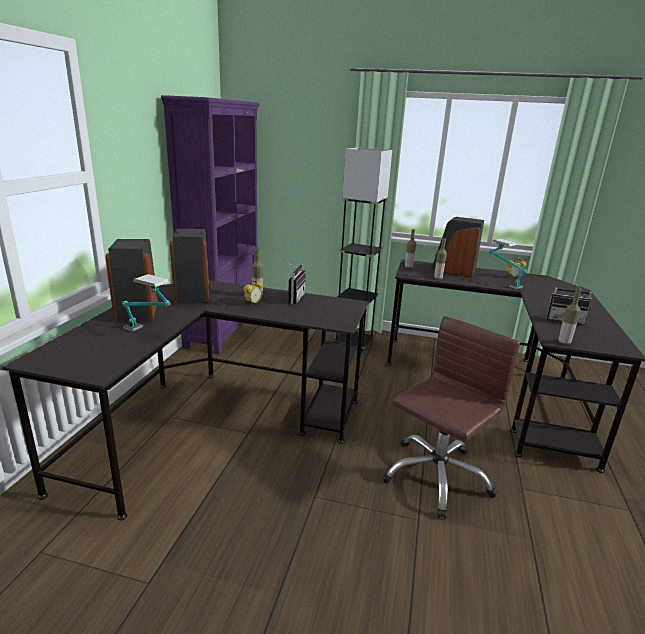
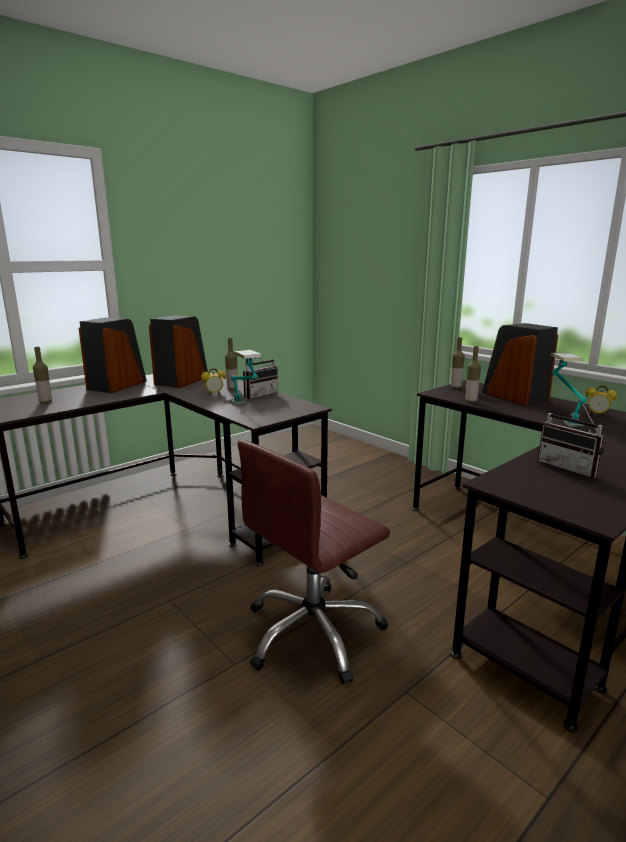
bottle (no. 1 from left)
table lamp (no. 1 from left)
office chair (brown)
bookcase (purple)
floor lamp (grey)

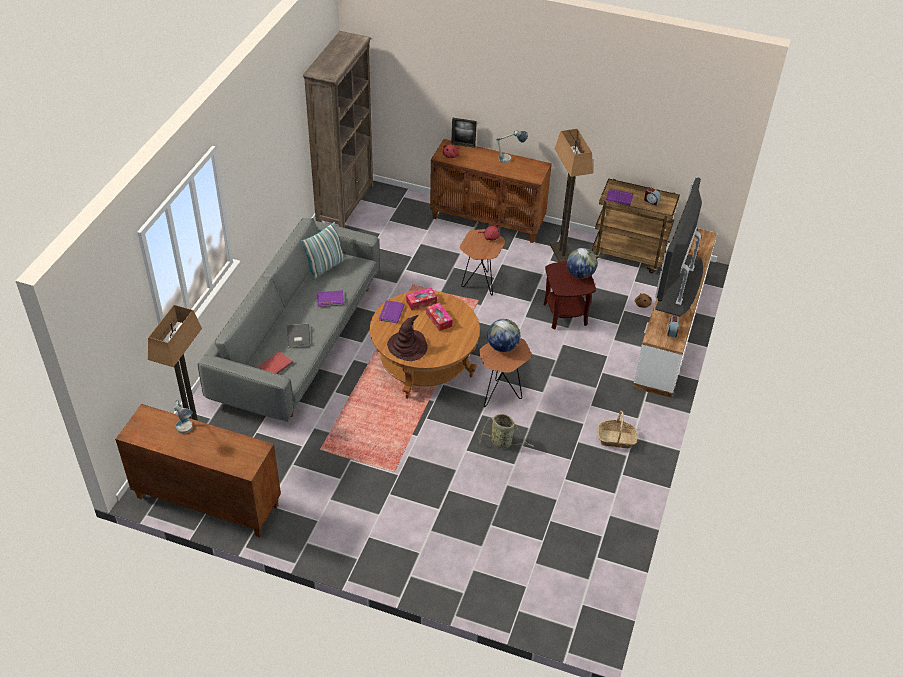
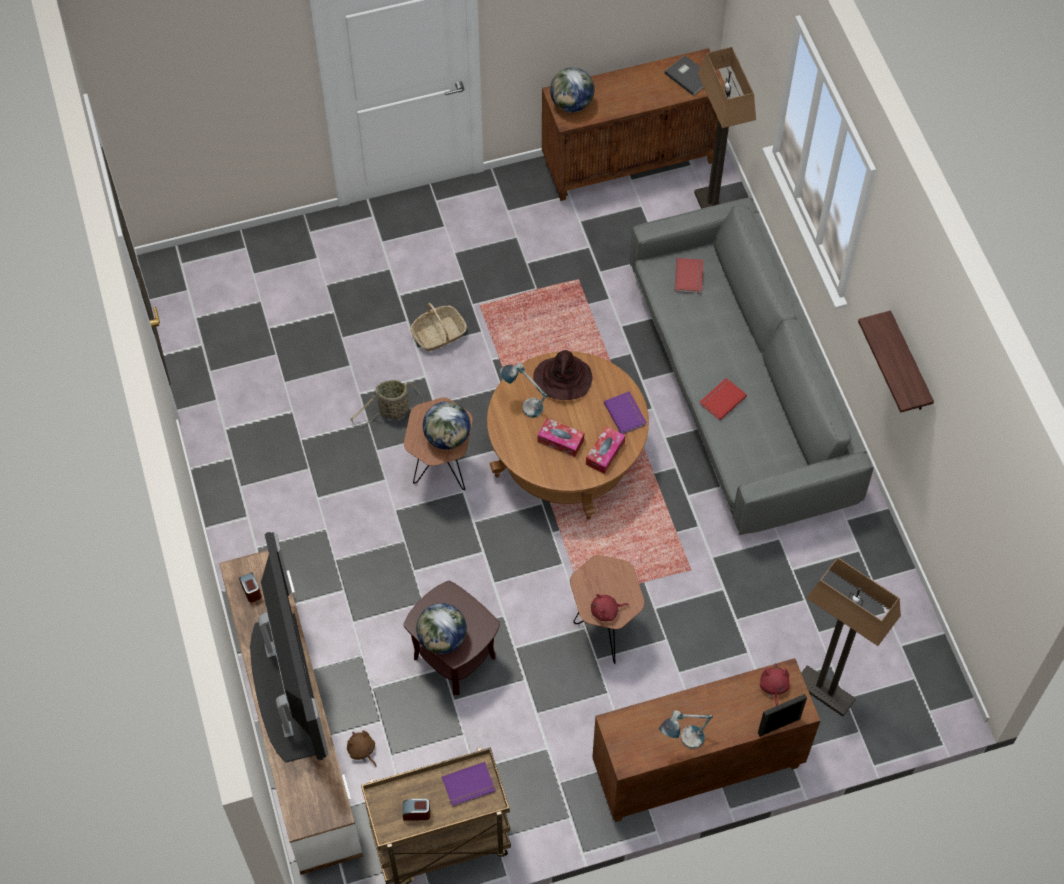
basket (no. 2 from left)
table lamp (no. 1 from left)
globe (no. 3 from left)
book (grey)
book (red) (no. 2 from left)
floor lamp (no. 2 from left)
shelf
pillow
bookcase (brown)

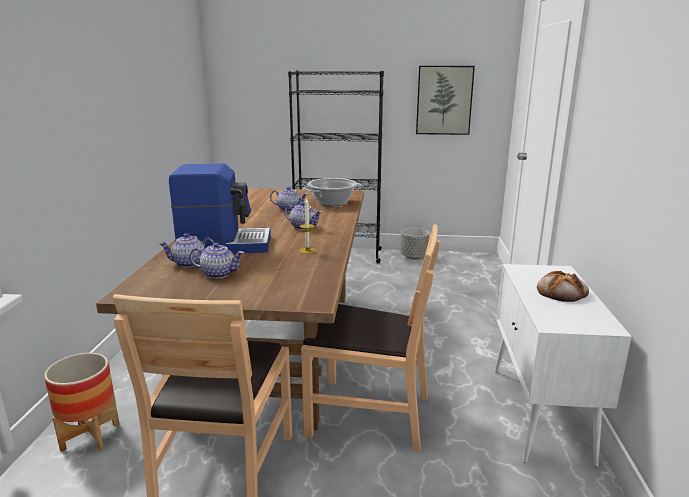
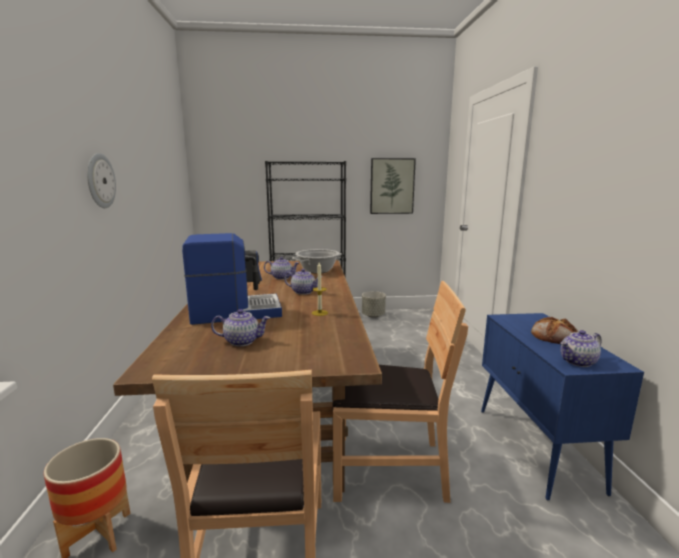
wall clock
cabinet (blue)
teapot (no. 4 from left)

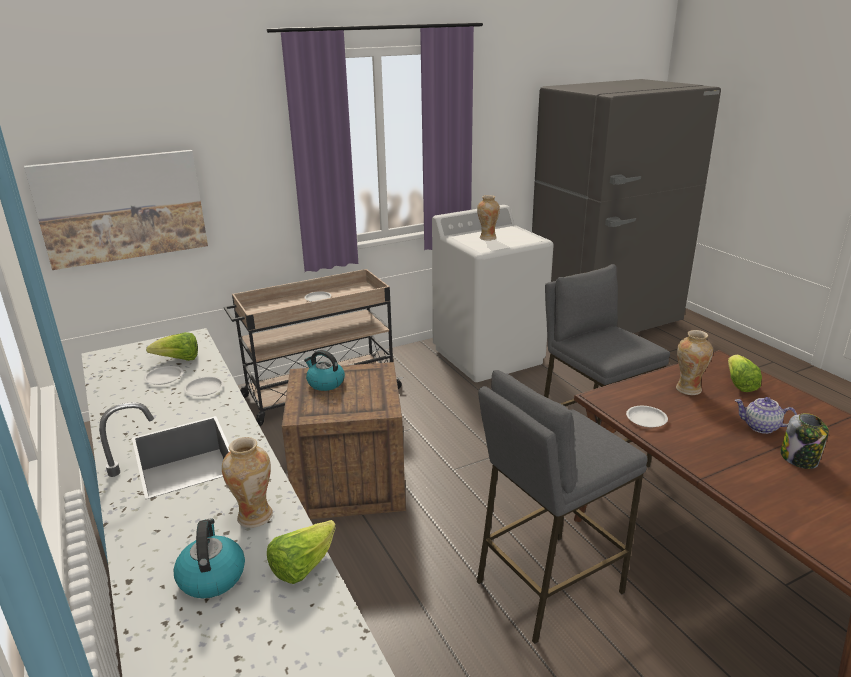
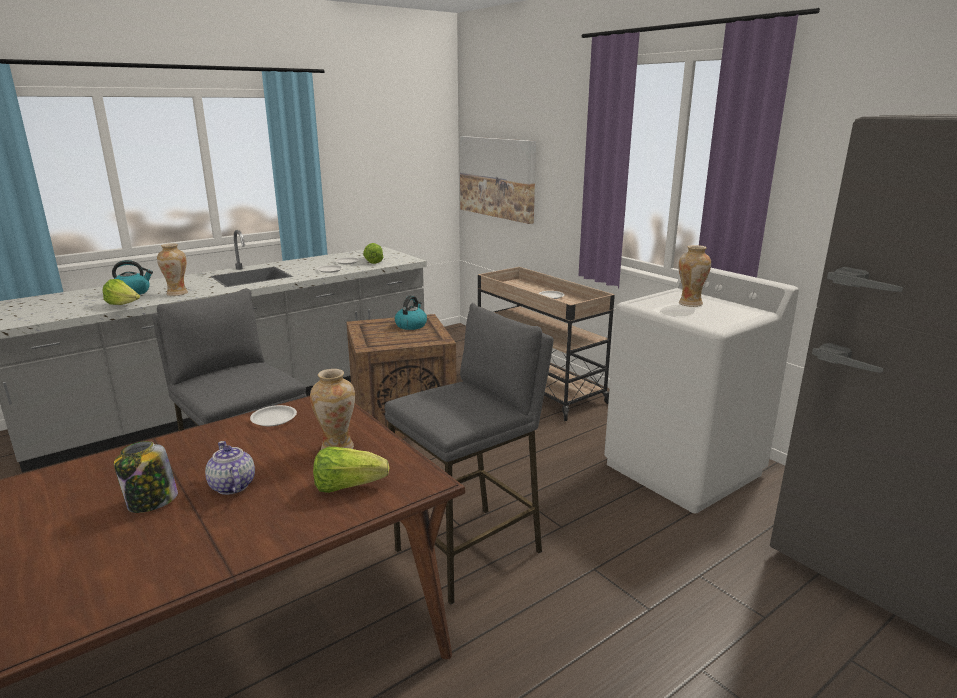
teapot

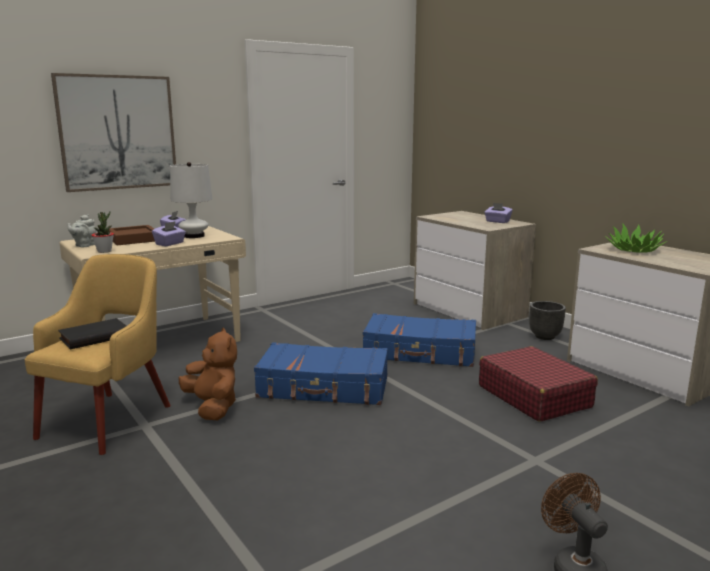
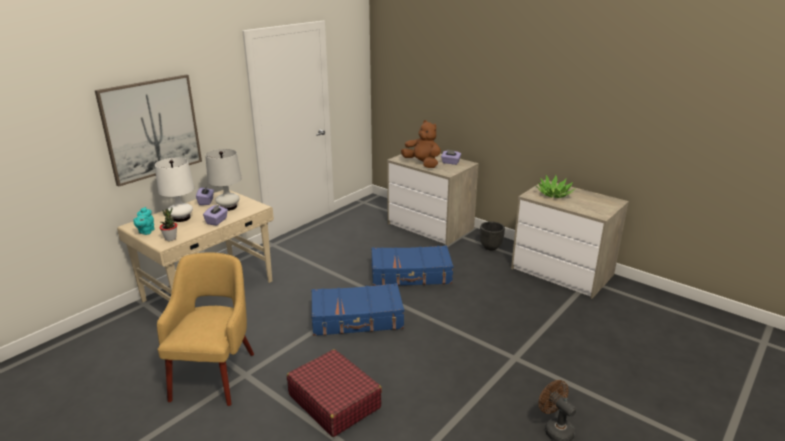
teapot (turquoise)
table lamp (white) (no. 1 from left)
suitcase (red)
plush toy (brown)
book (black)

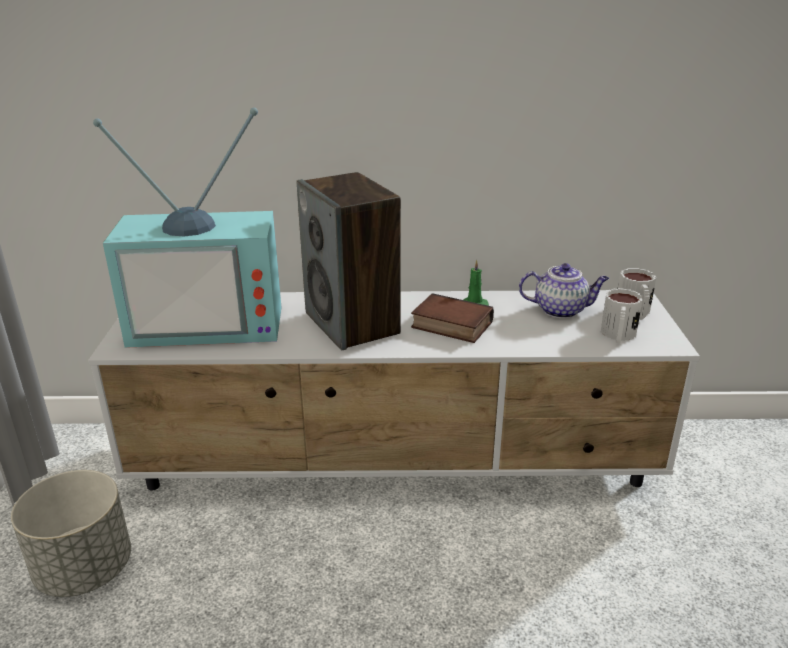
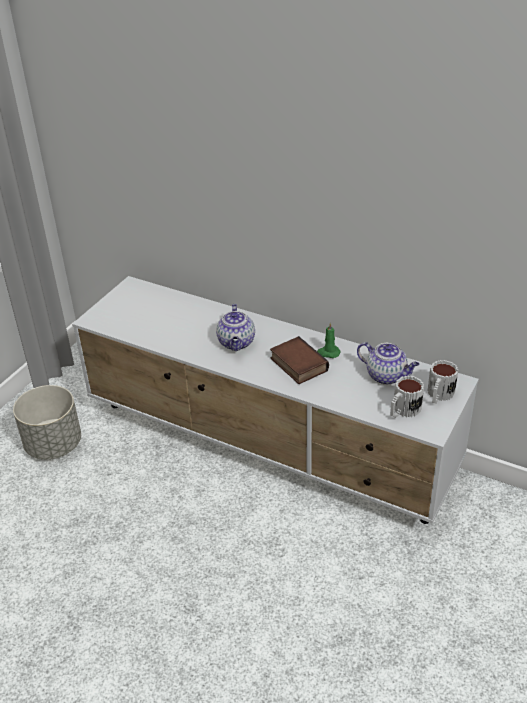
teapot (no. 1 from left)
television

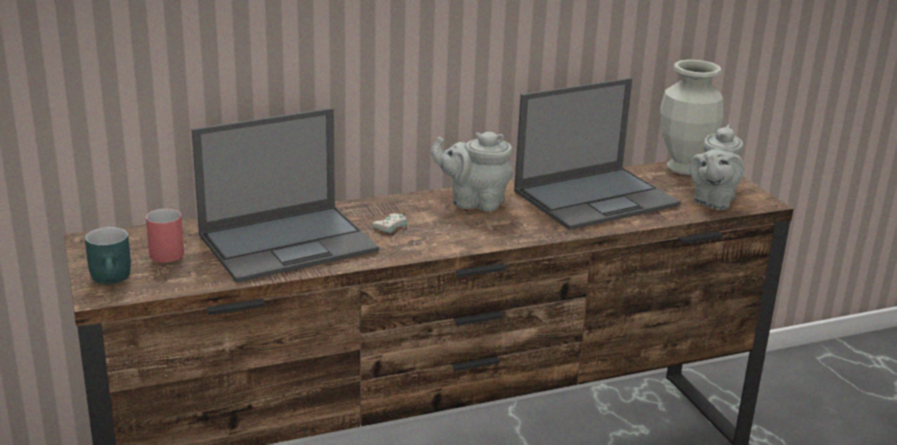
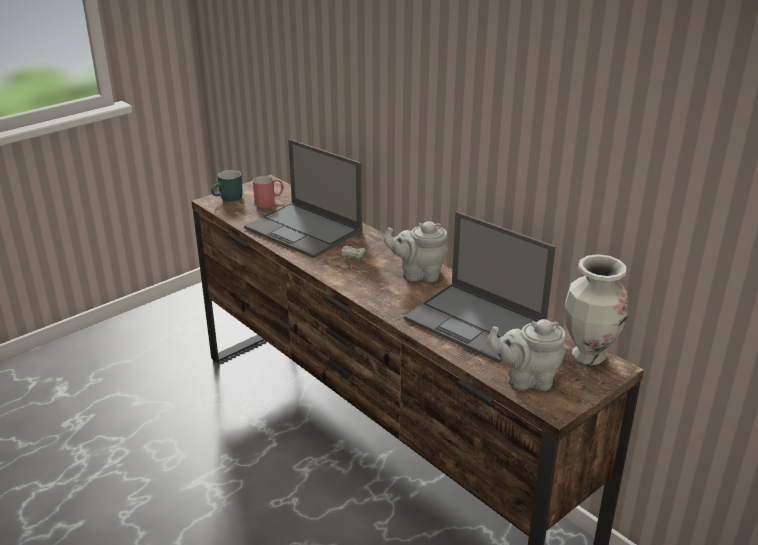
teapot (grey) (no. 1 from left)

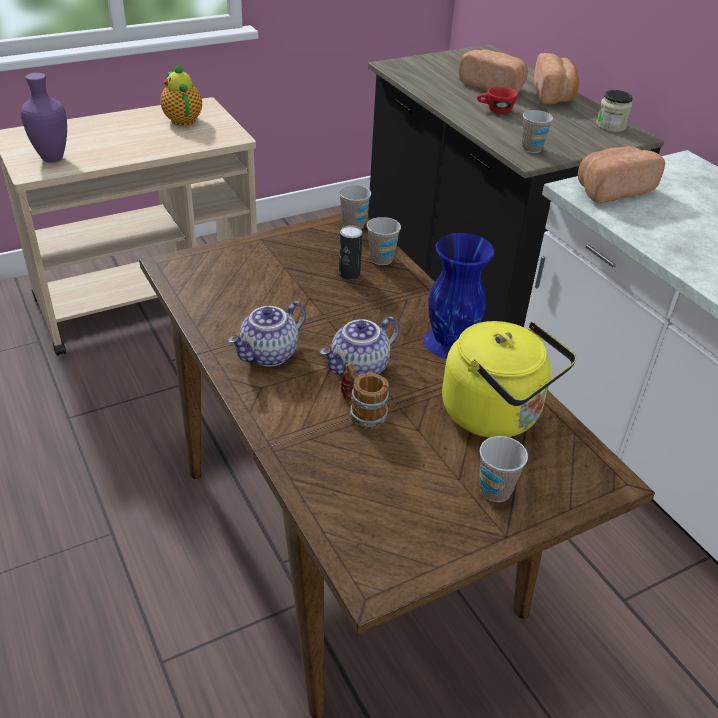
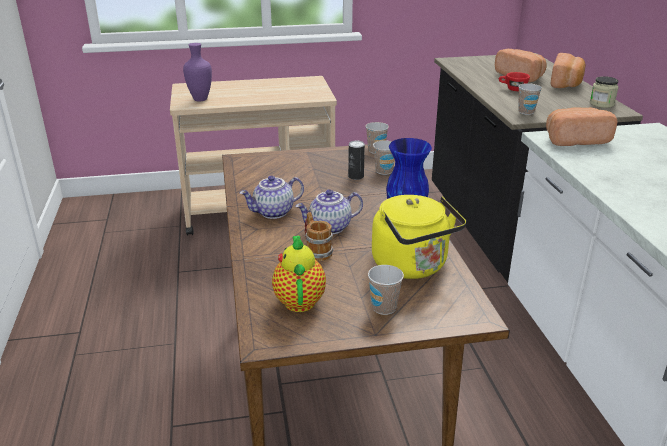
teapot (no. 2 from left)

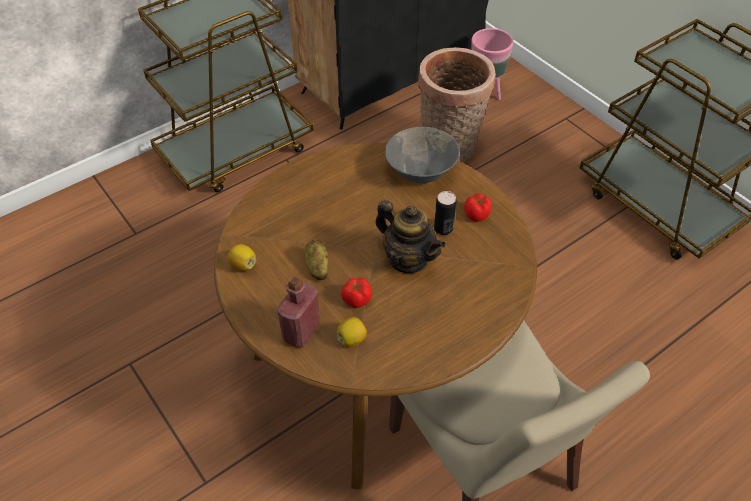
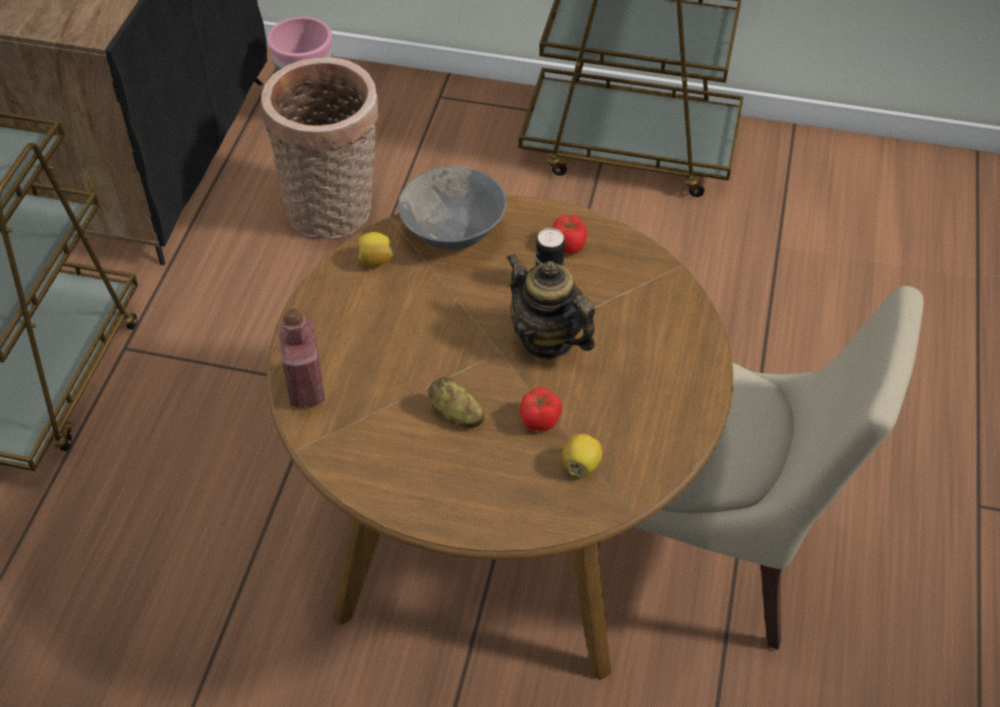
bottle (red)
lemon (no. 1 from left)
teapot

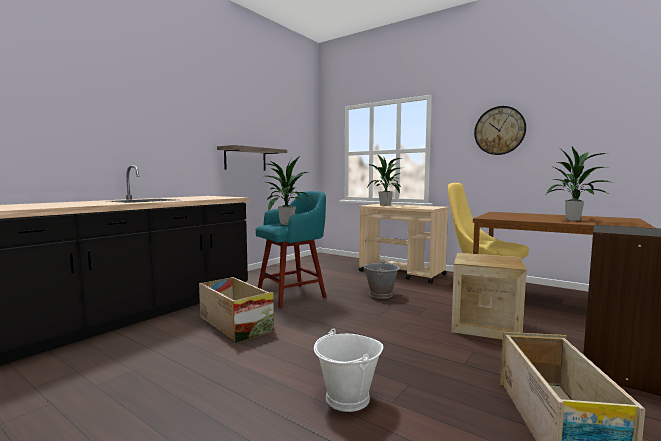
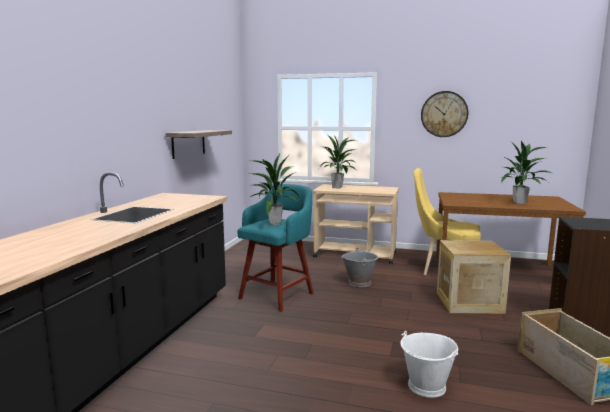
crate (no. 1 from left in the first image)

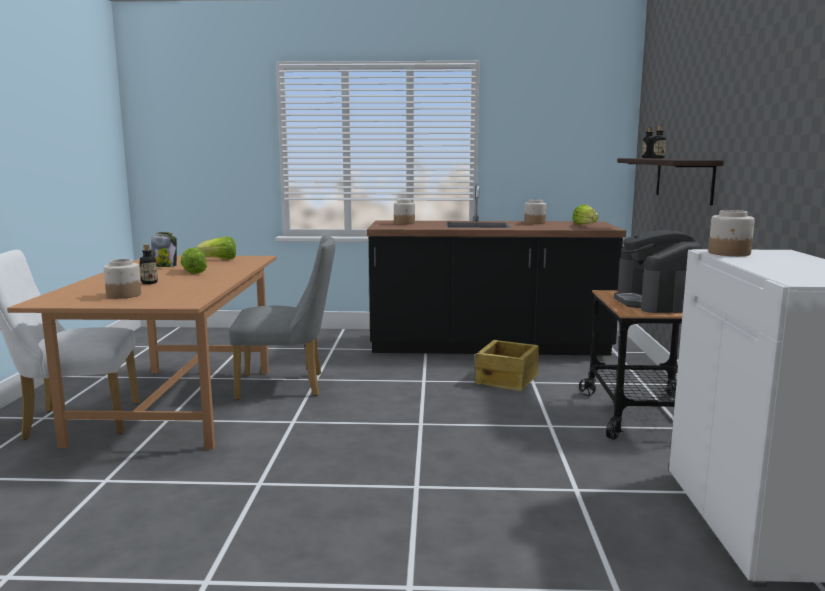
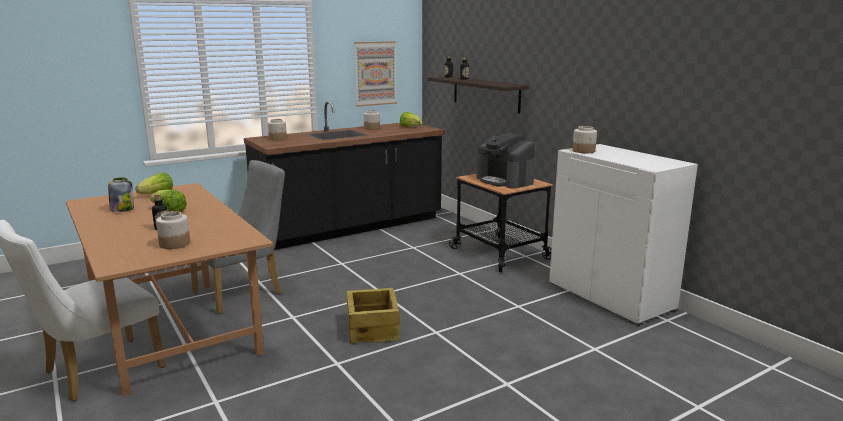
crate
picture

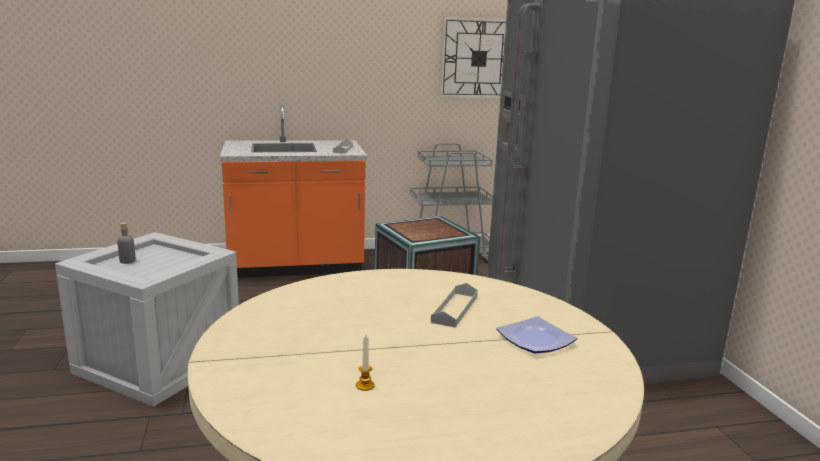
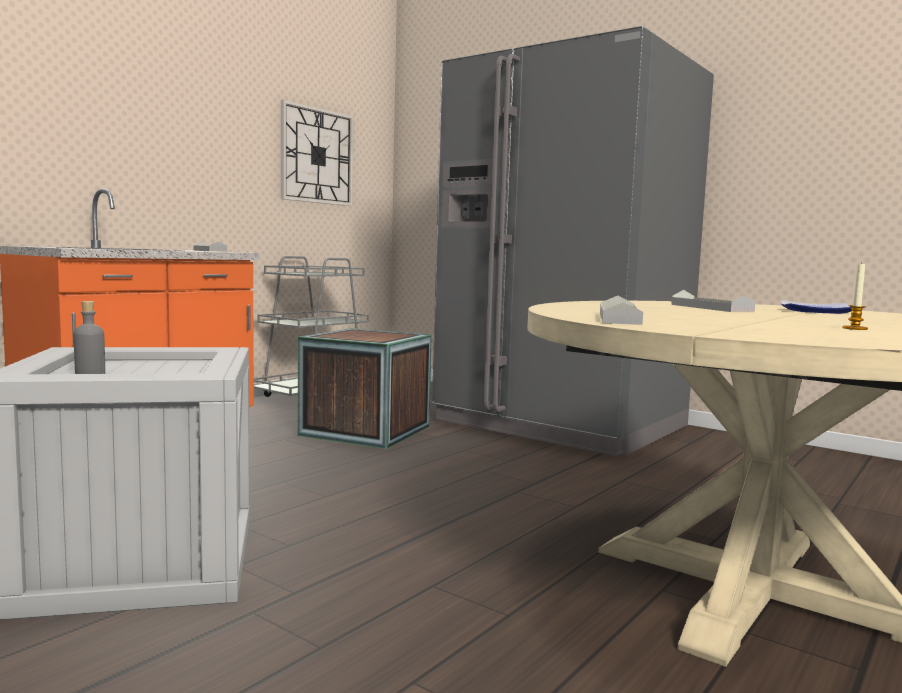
tray (grey) (no. 2 from left)

